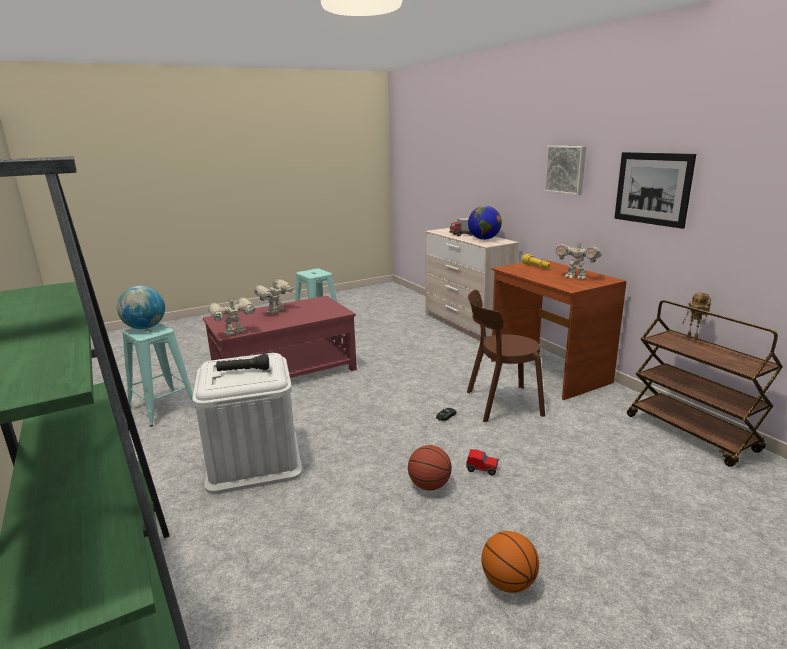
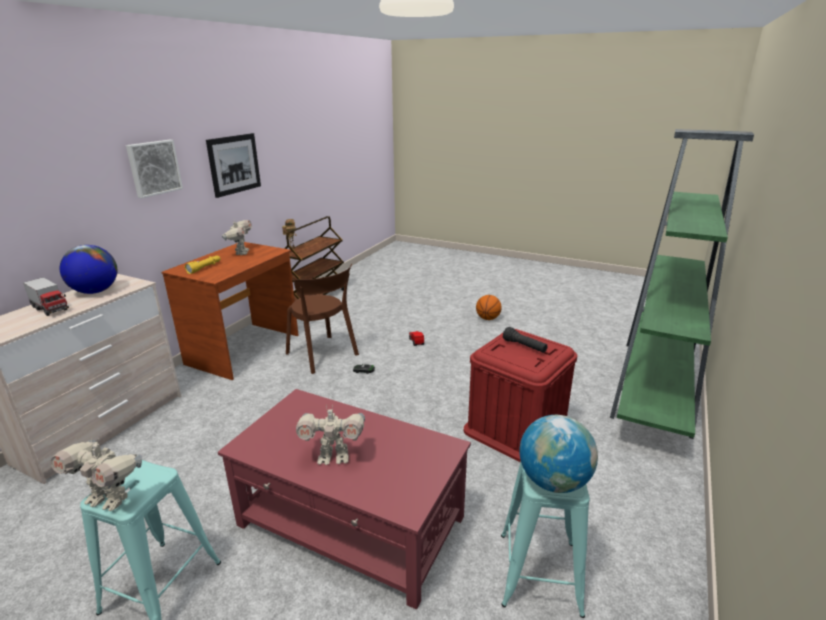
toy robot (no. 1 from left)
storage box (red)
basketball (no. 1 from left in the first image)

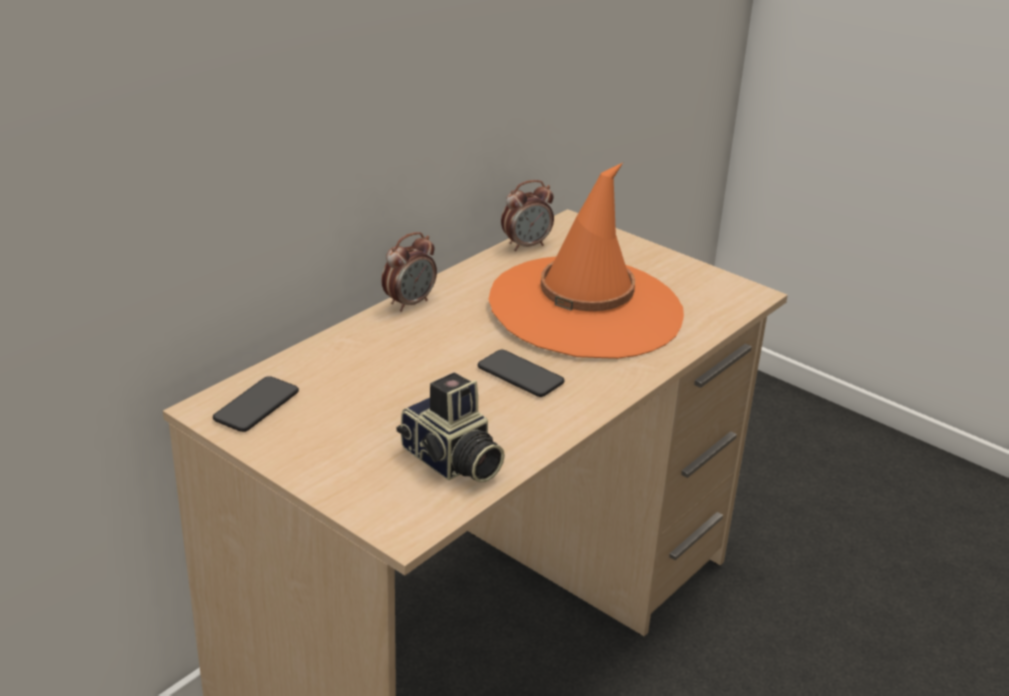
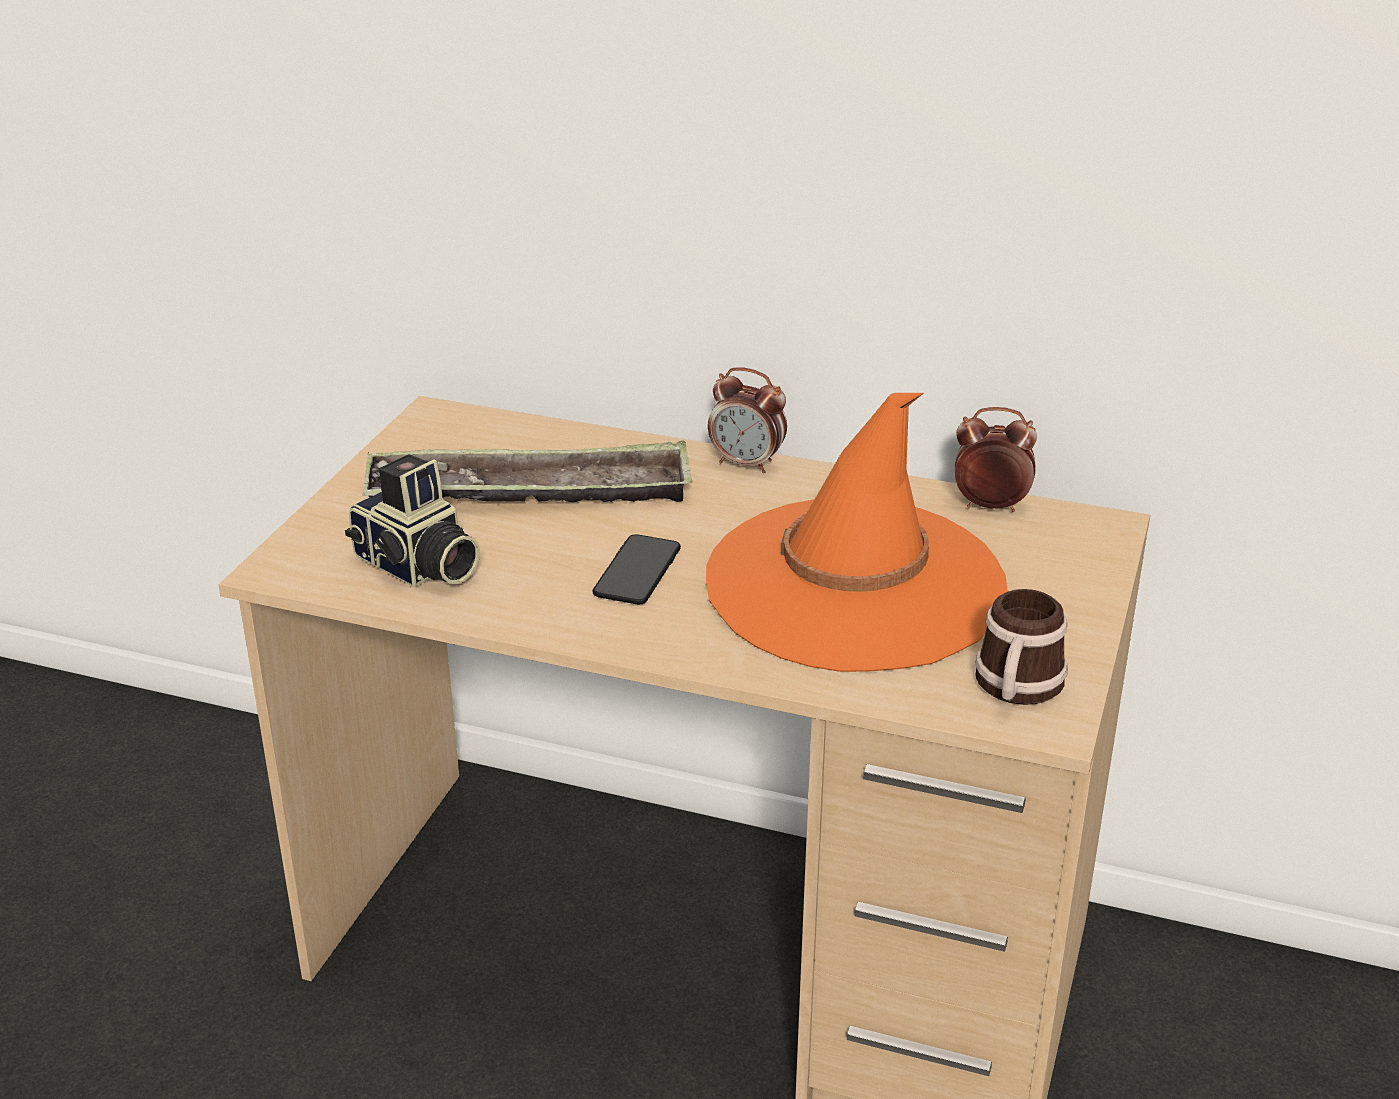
photo camera
tray
alarm clock (no. 2 from left)
mug
phone (no. 1 from left in the first image)

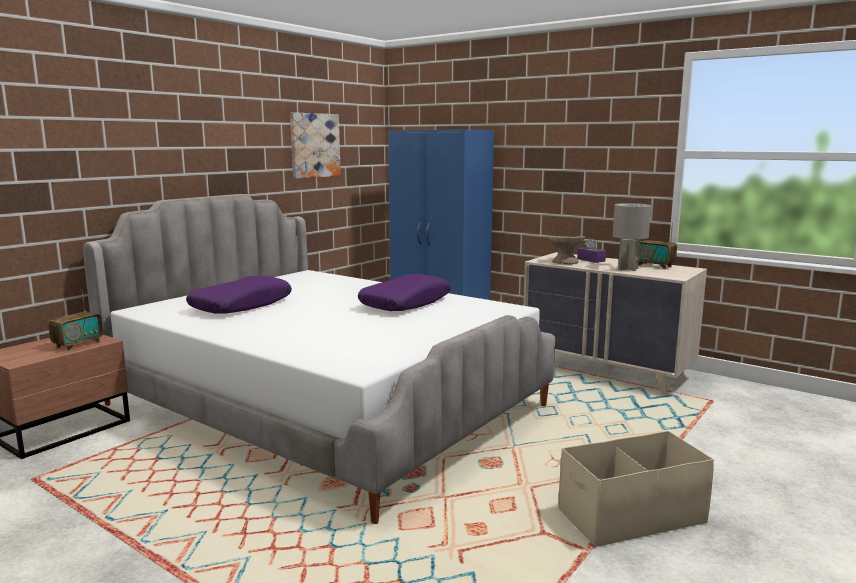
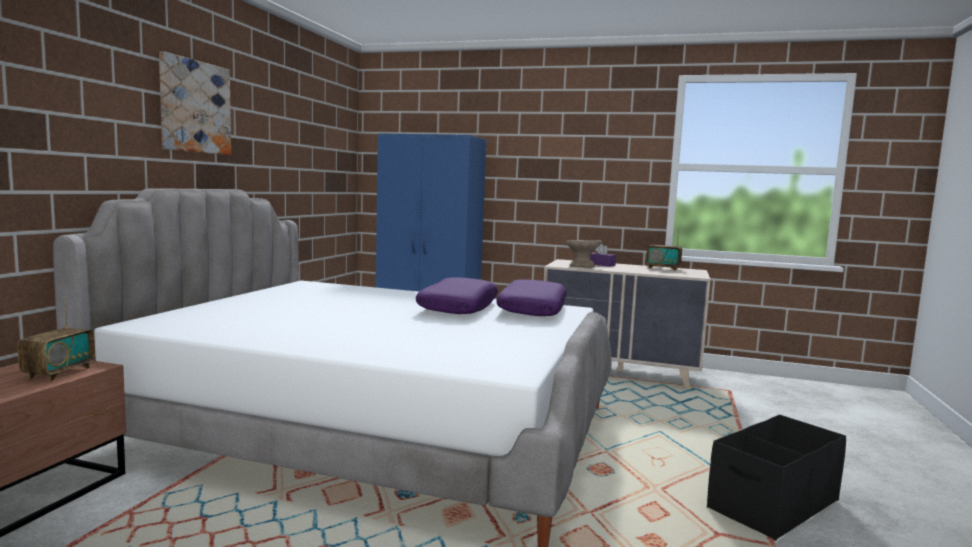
picture
pillow (purple) (no. 2 from left)
storage box (black)
table lamp (grey)

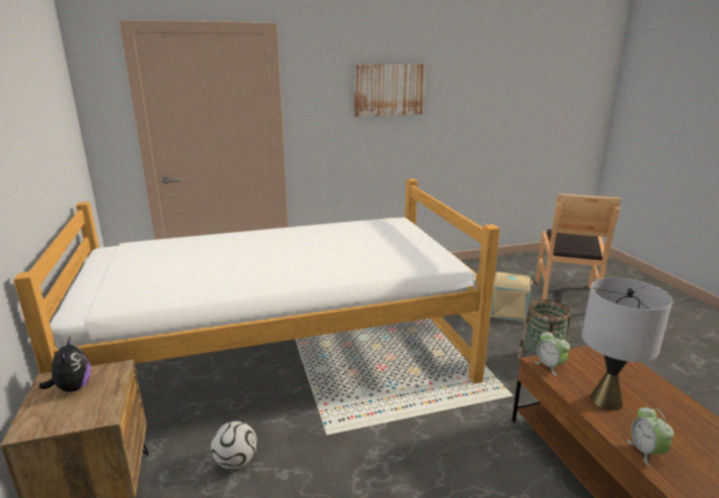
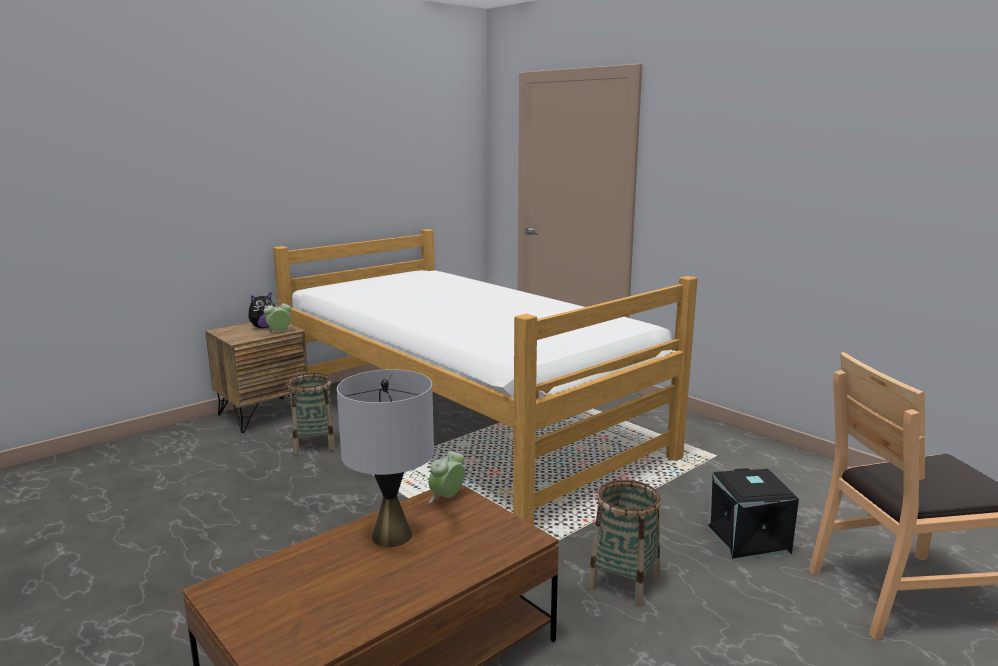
alarm clock (no. 1 from left)
basket (no. 1 from left)
storage box (black)
picture

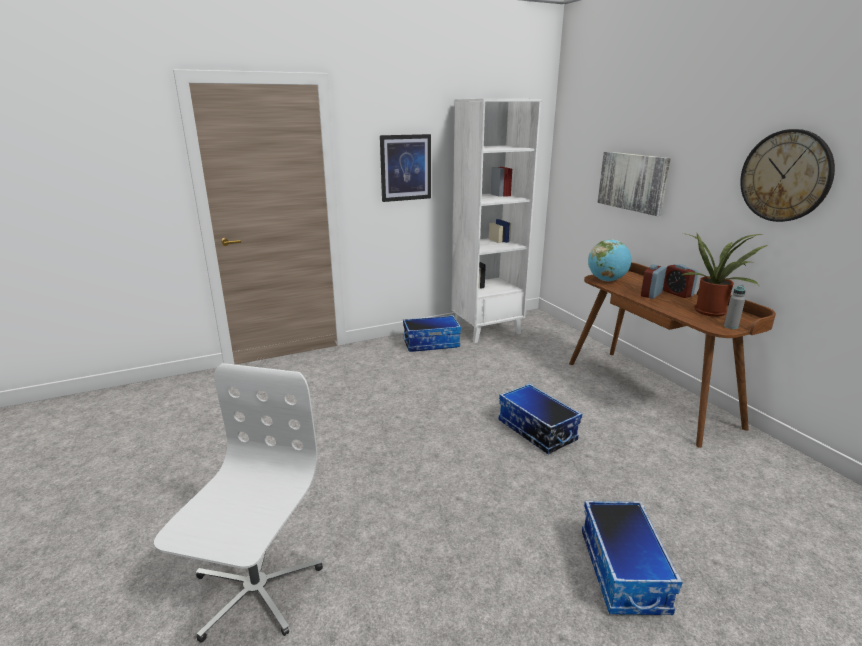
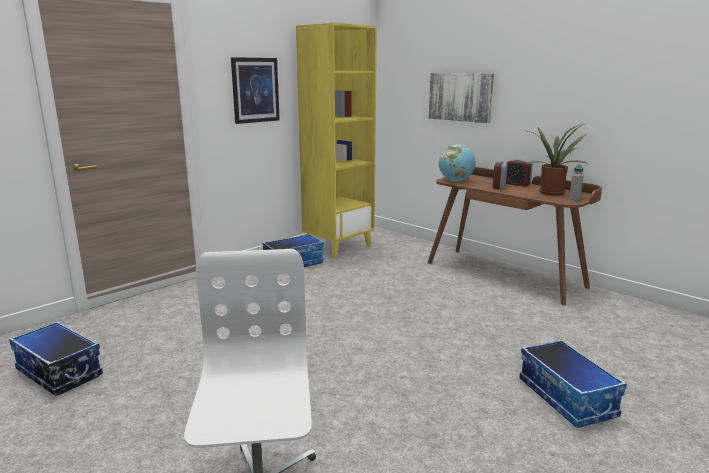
storage box (no. 1 from left)
bookcase (yellow)
wall clock

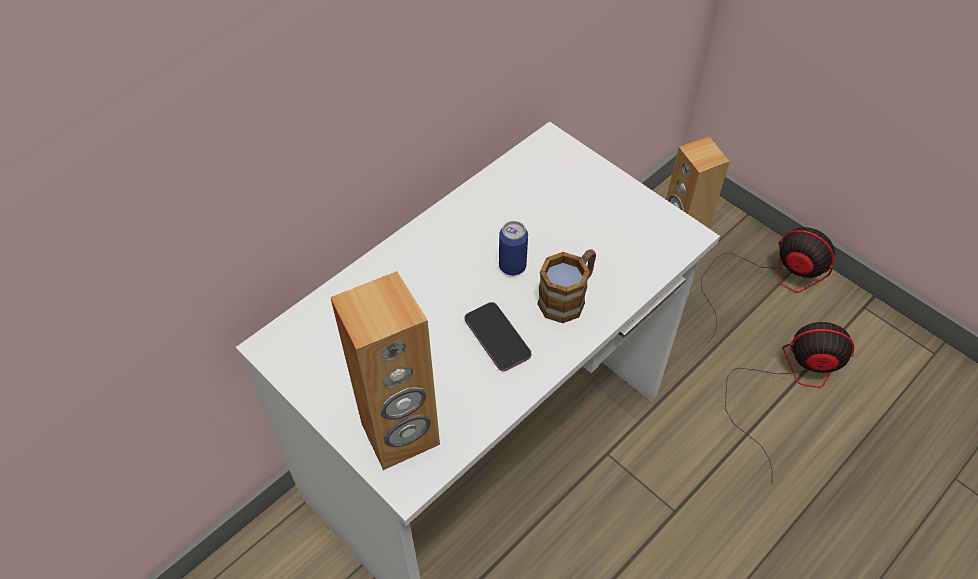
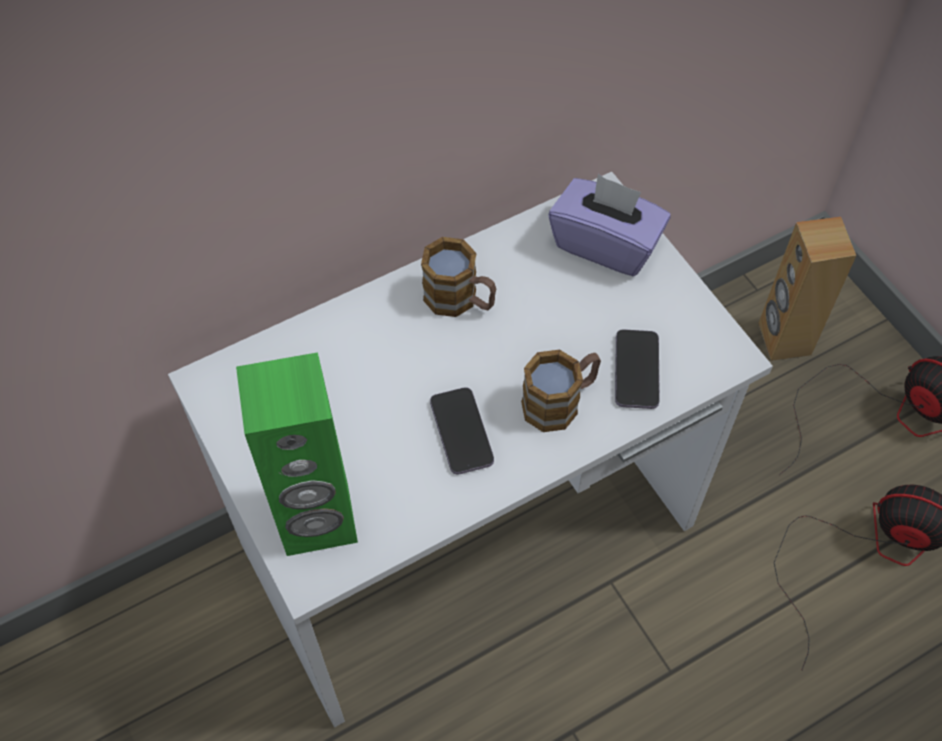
speaker (green)
mug (no. 1 from left)
tissue box (purple)
phone (no. 2 from left)
can

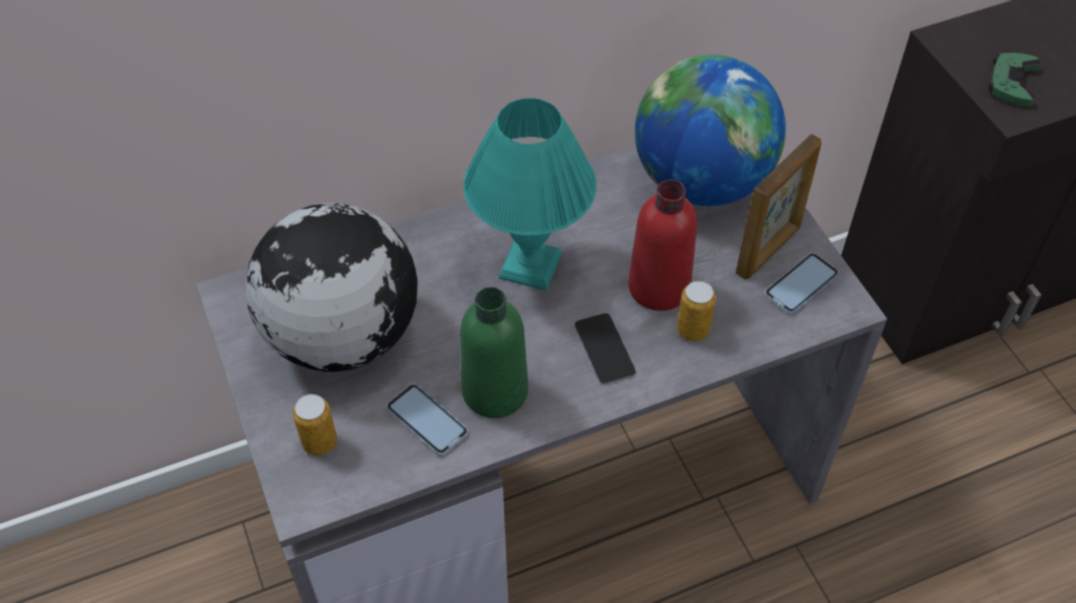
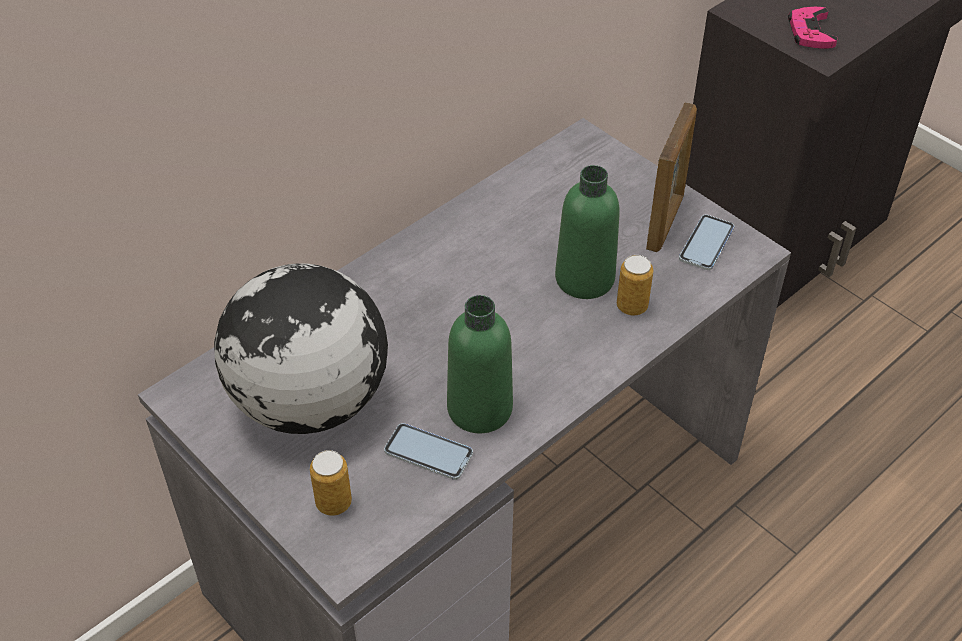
bottle (green) (no. 2 from left)
game controller (pink)
table lamp (turquoise)
phone (no. 2 from left in the first image)
globe (no. 2 from left in the first image)

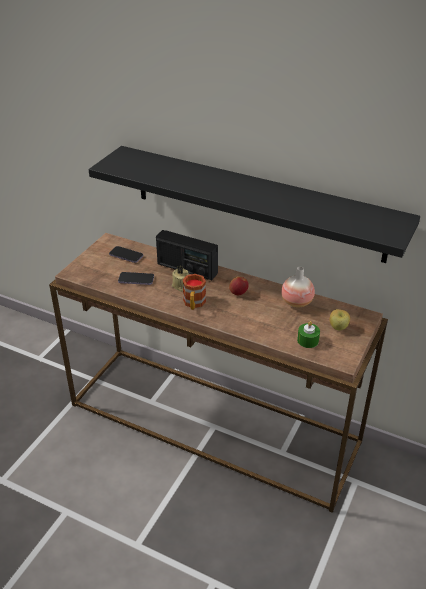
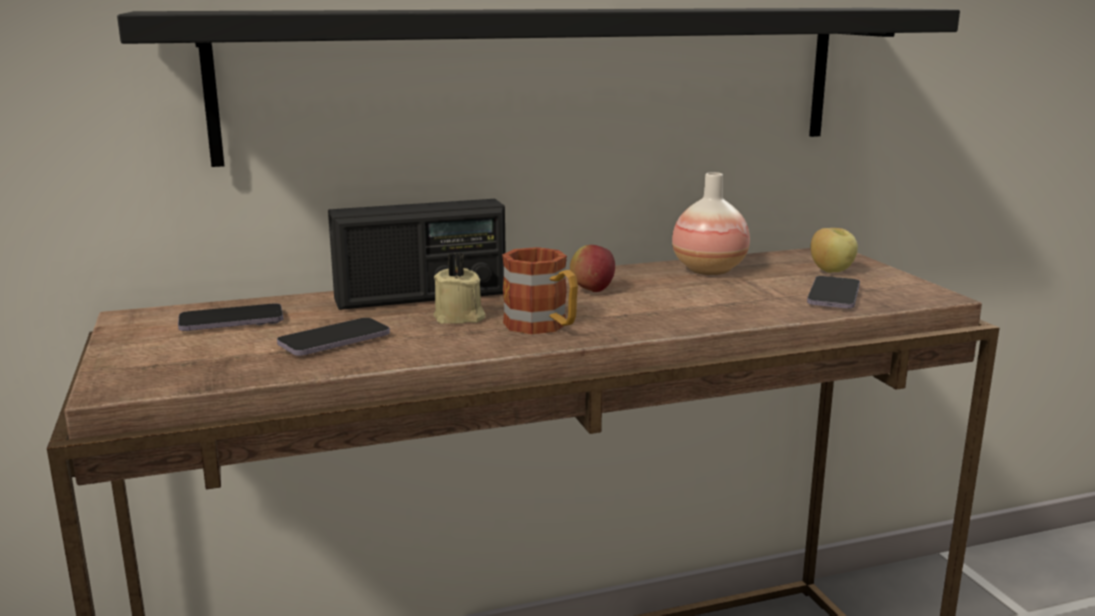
phone (no. 3 from left)

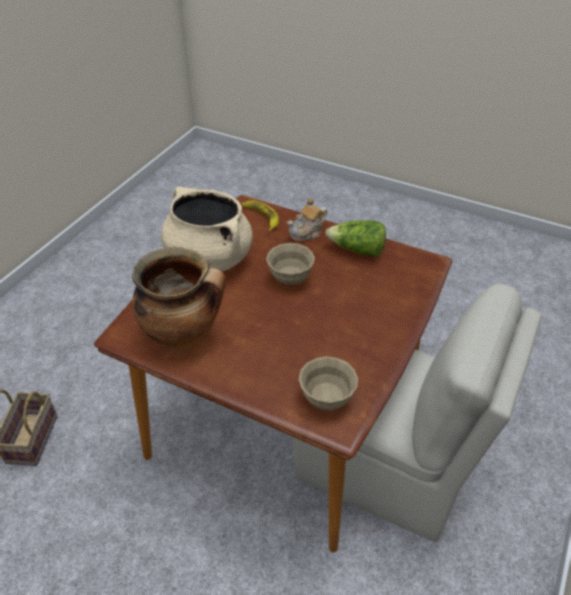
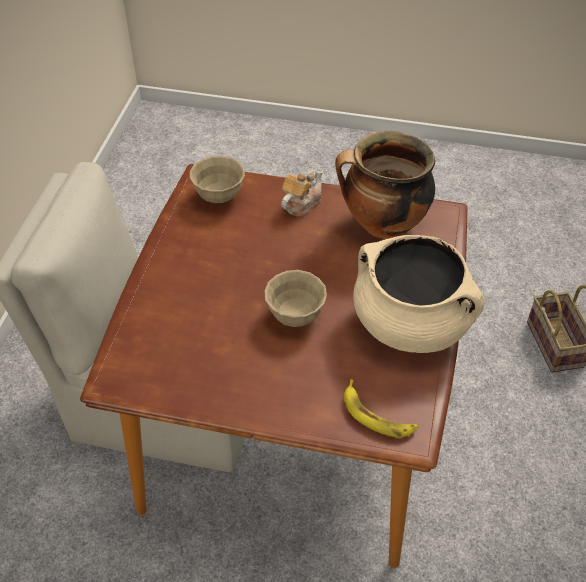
teapot
lettuce

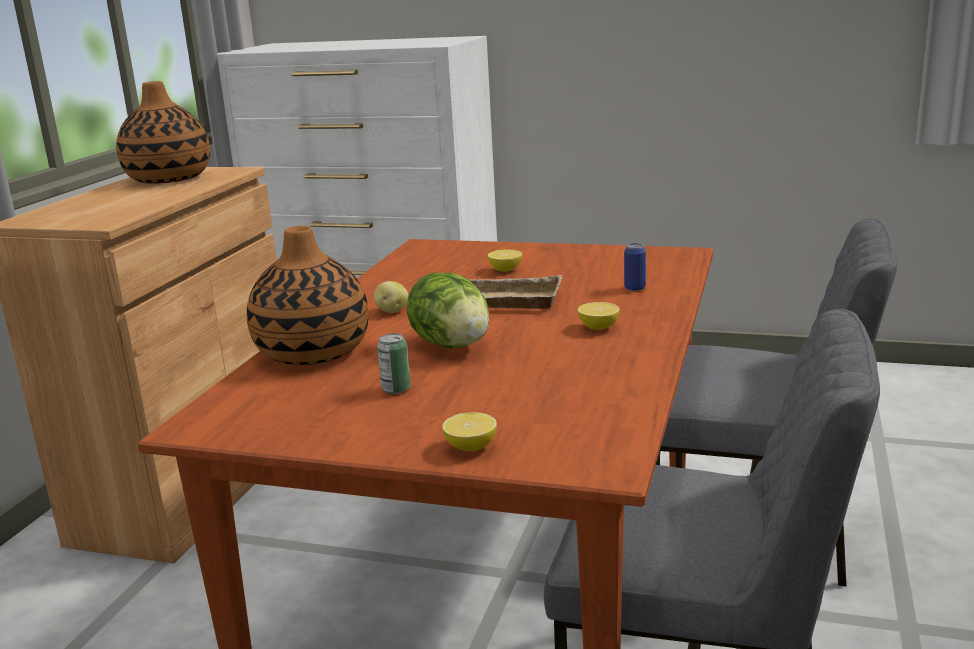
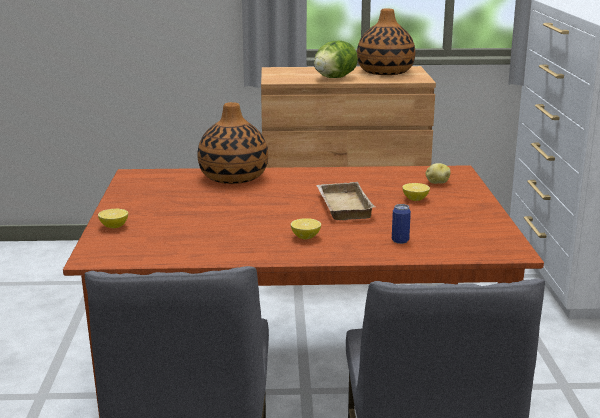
lettuce
potato
can (no. 1 from left in the first image)

